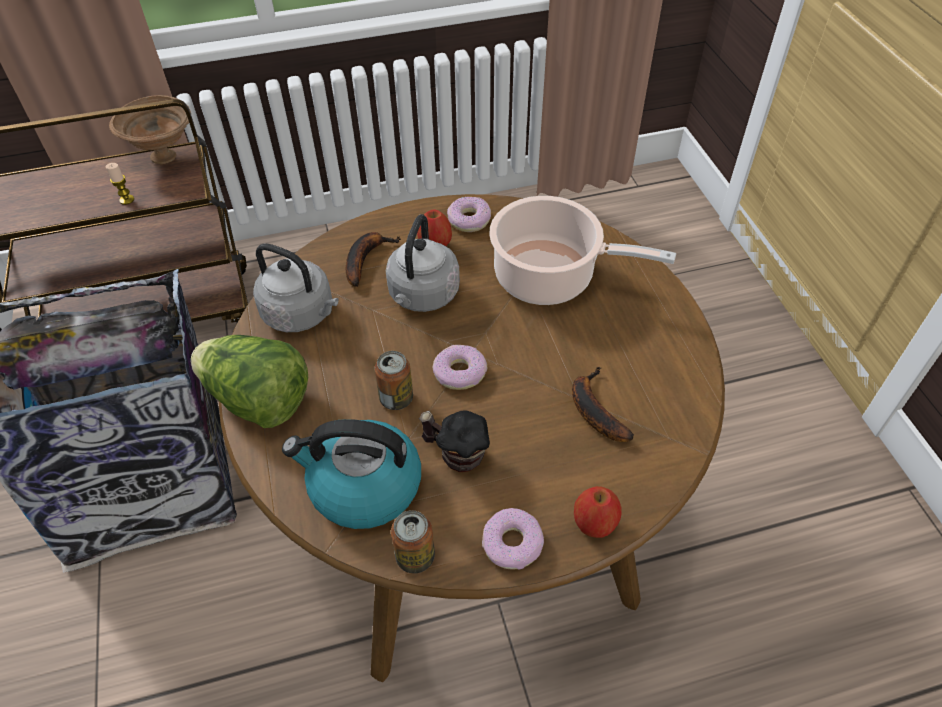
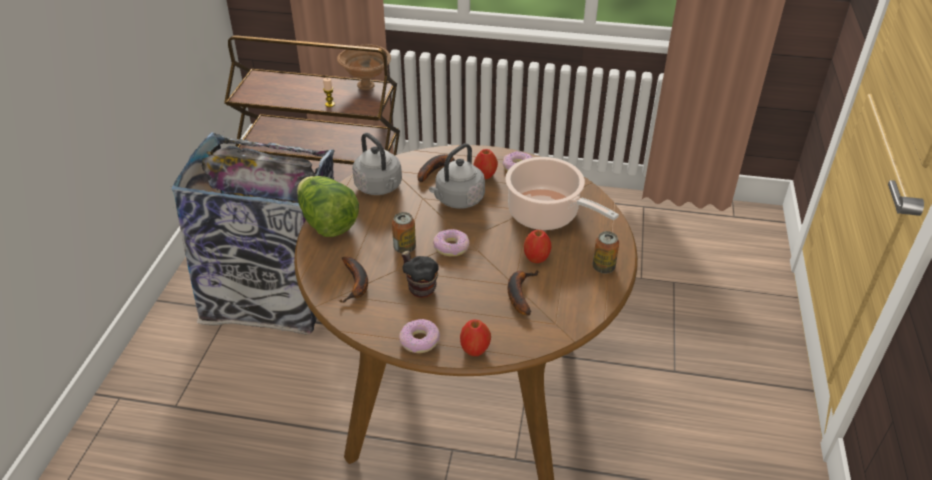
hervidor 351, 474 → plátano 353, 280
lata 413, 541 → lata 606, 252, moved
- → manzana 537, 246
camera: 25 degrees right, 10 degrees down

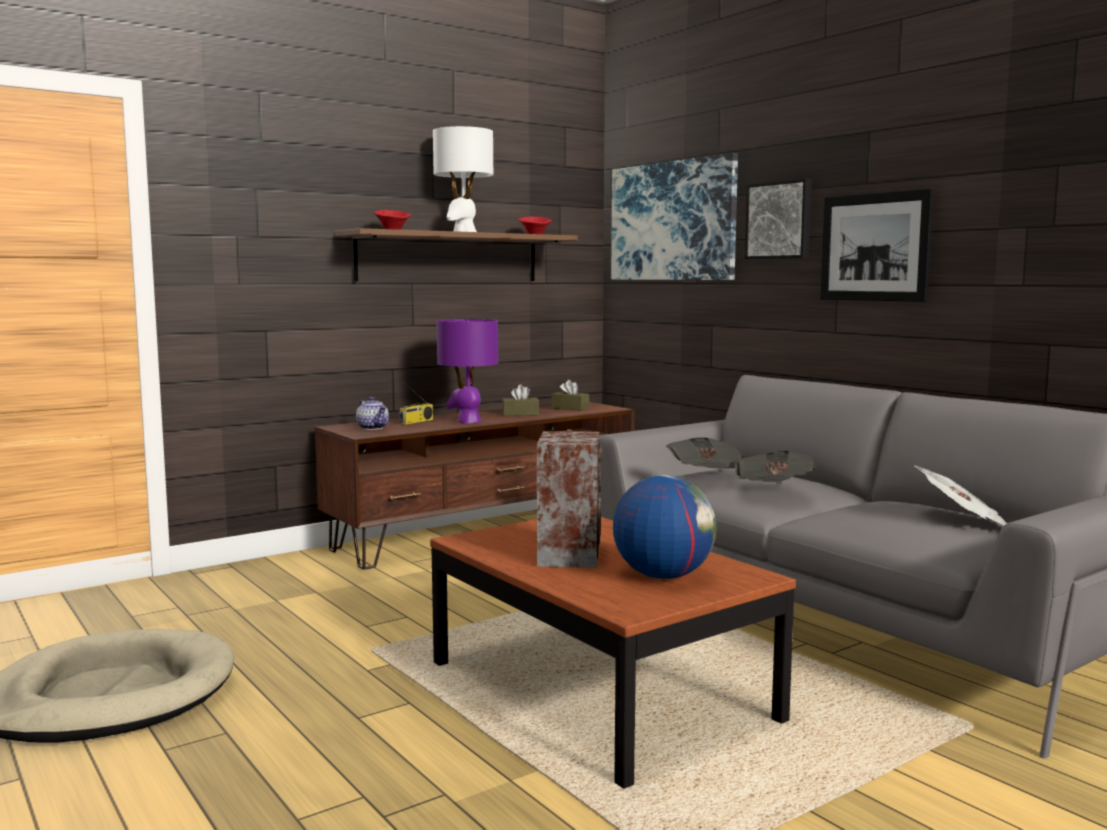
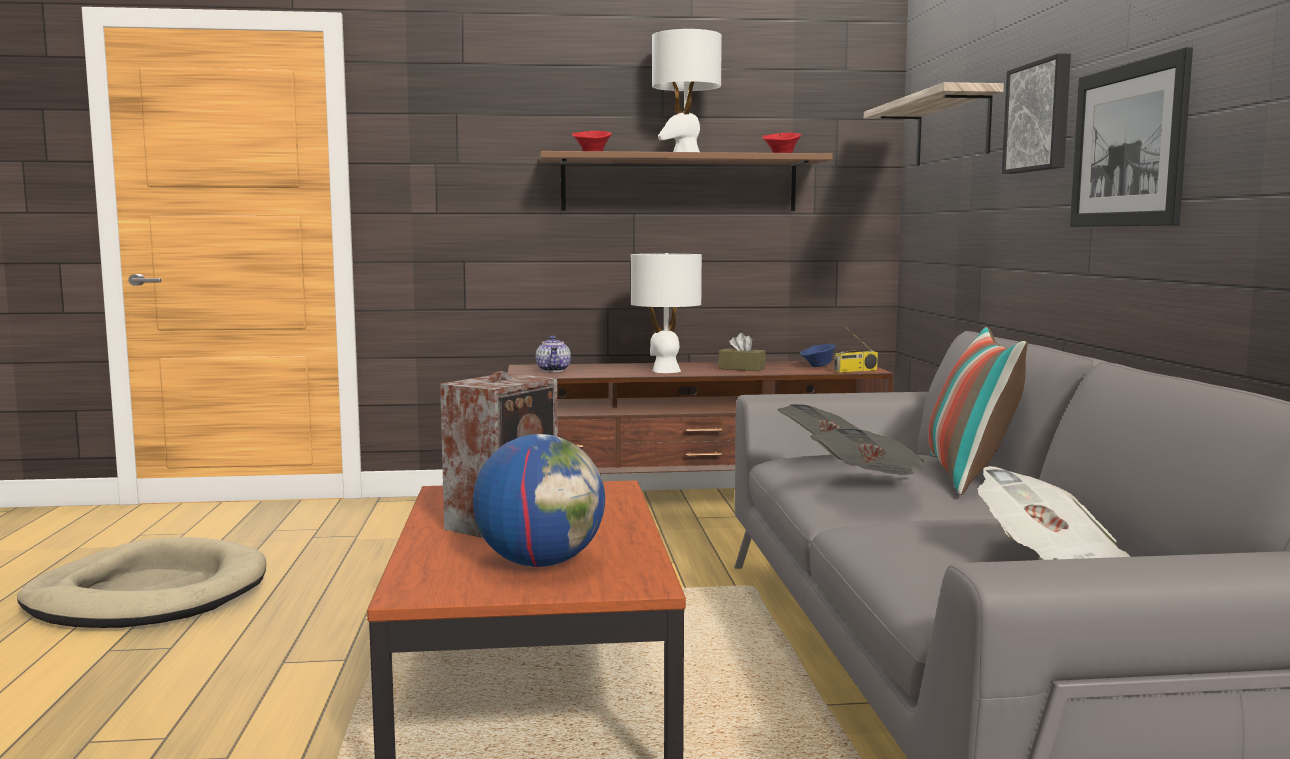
radio 416, 404 → radio 856, 349, moved
lámpara de mesa/morado 467, 371 → lámpara de mesa/blanco 666, 313
caja de pañuelos/marrón 570, 395 → cuenco/azul 818, 355
cuadro 674, 216 → estante 934, 124
- → cojín 978, 410
camera: 30 degrees right, 0 degrees up

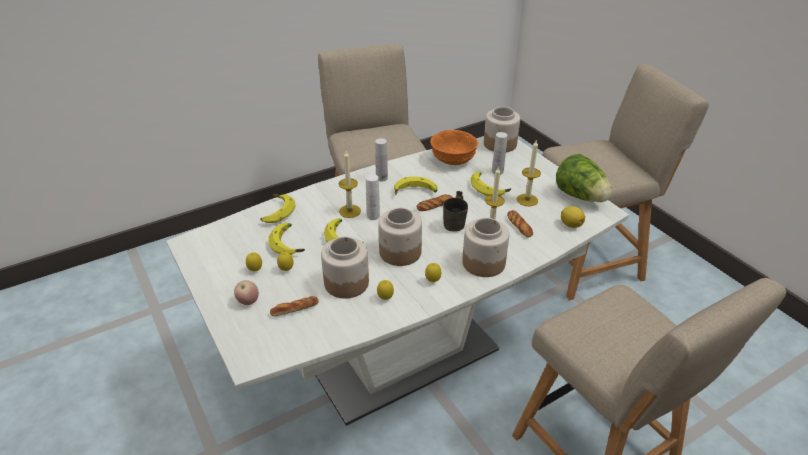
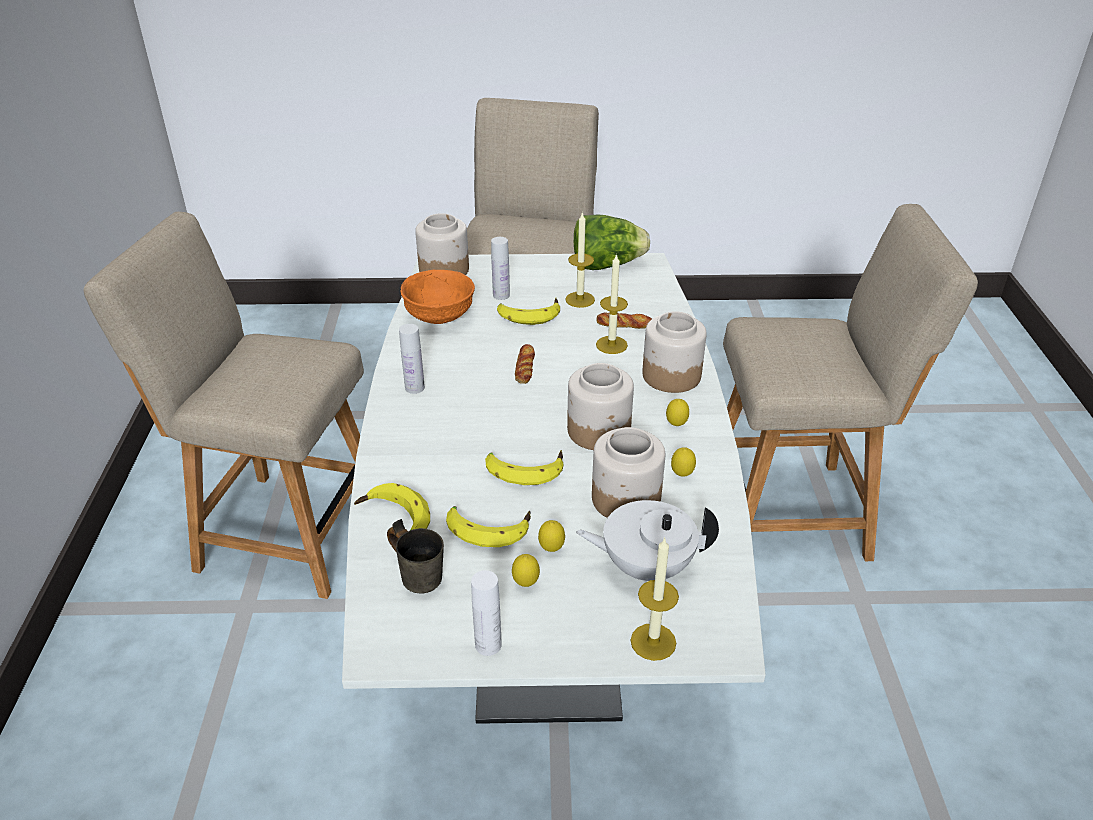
manzana 246, 292 → -
pan 294, 306 → tetera/blanco 647, 540
vela 350, 184 → vela 655, 599, moved
botella/blanco 373, 197 → botella/blanco 486, 613, moved
plátano 416, 185 → -
taza grande/gris 455, 211 → taza grande/gris 415, 556, moved
limón 573, 217 → -
camera: 60 degrees left, 0 degrees up

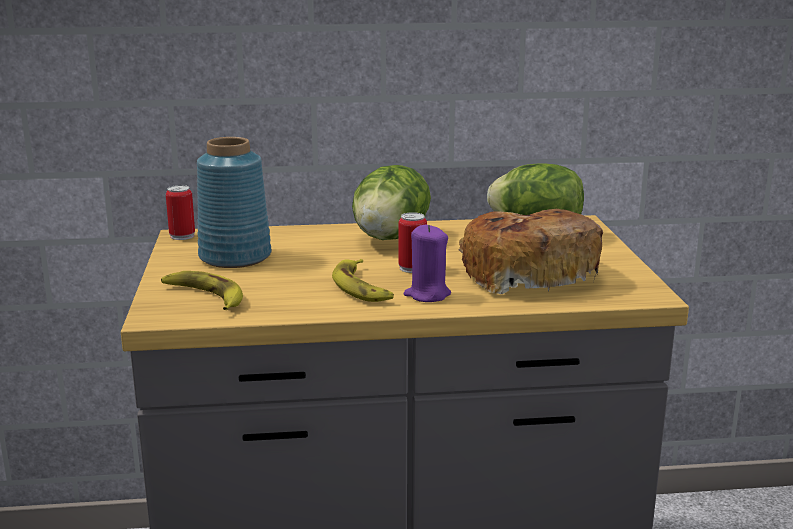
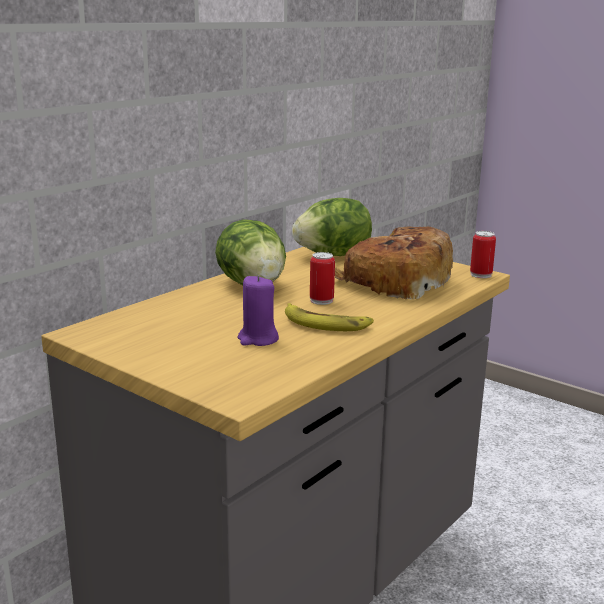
plátano 202, 290 → -
lata 180, 212 → lata 483, 254, moved
florero/azul 234, 202 → -
vela/morado 427, 263 → vela/morado 258, 310, moved
camera: 45 degrees left, 0 degrees up

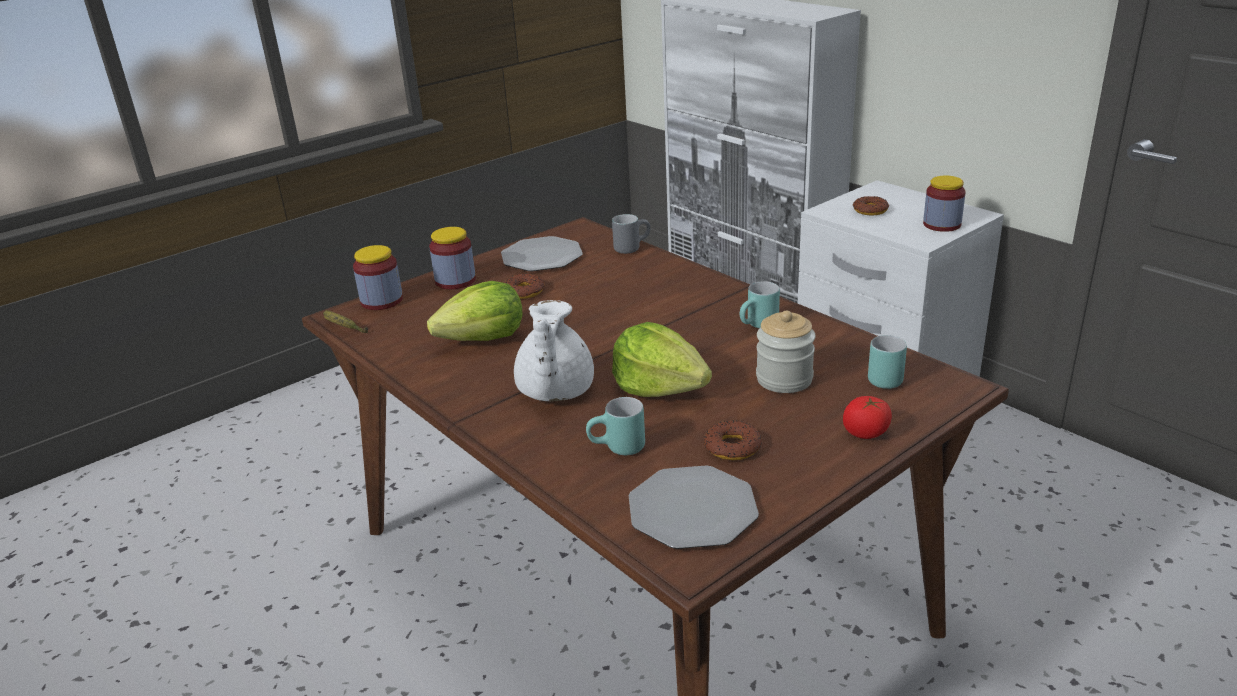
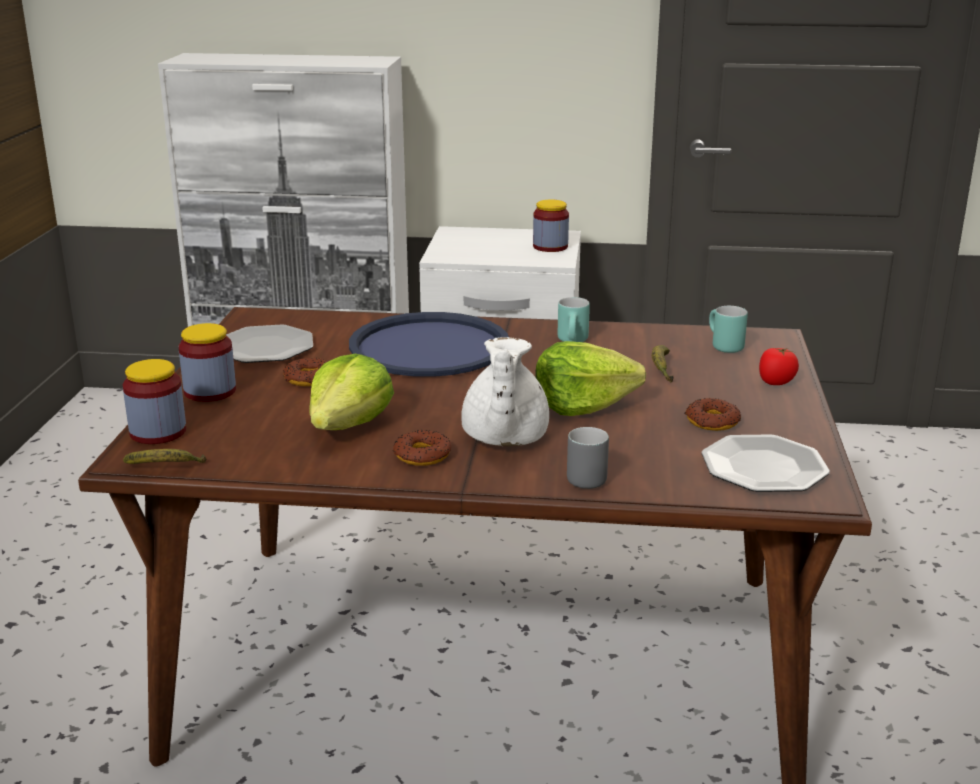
tetera/blanco 554, 350 → tetera/blanco 505, 391, 45 degrees clockwise
taza grande/turquesa 615, 426 → -
taza grande/gris 631, 234 → taza grande/gris 588, 458, moved
tarro 786, 351 → plátano 662, 363
rosquilla 871, 206 → rosquilla 422, 448, moved
- → bandeja/azul 429, 344
camera: 45 degrees left, 5 degrees down

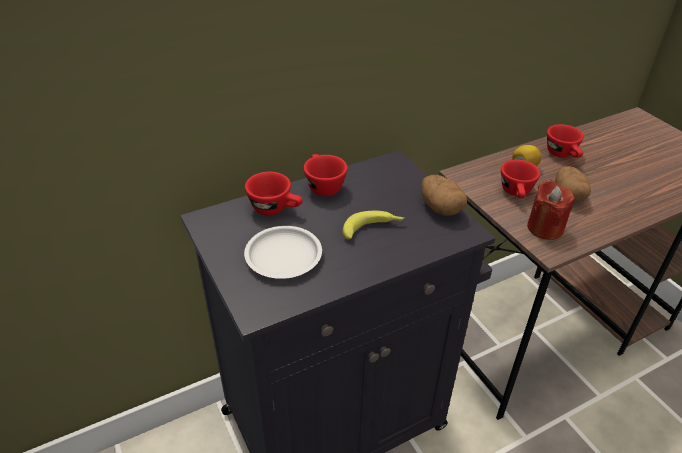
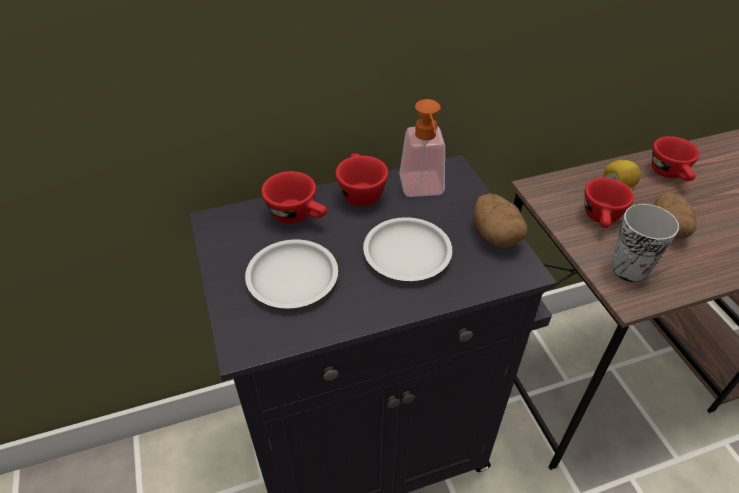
plátano 373, 225 → plato/blanco 407, 249
vela/rojo 551, 210 → taza 645, 243
- → dispensador de jabón 422, 148
camera: 10 degrees right, 5 degrees up

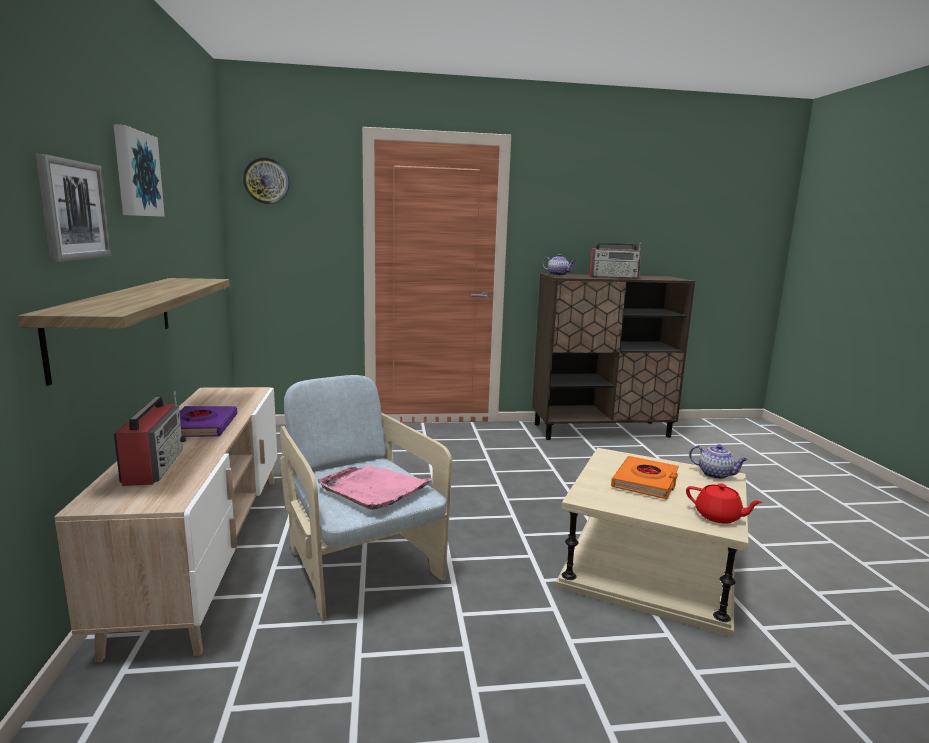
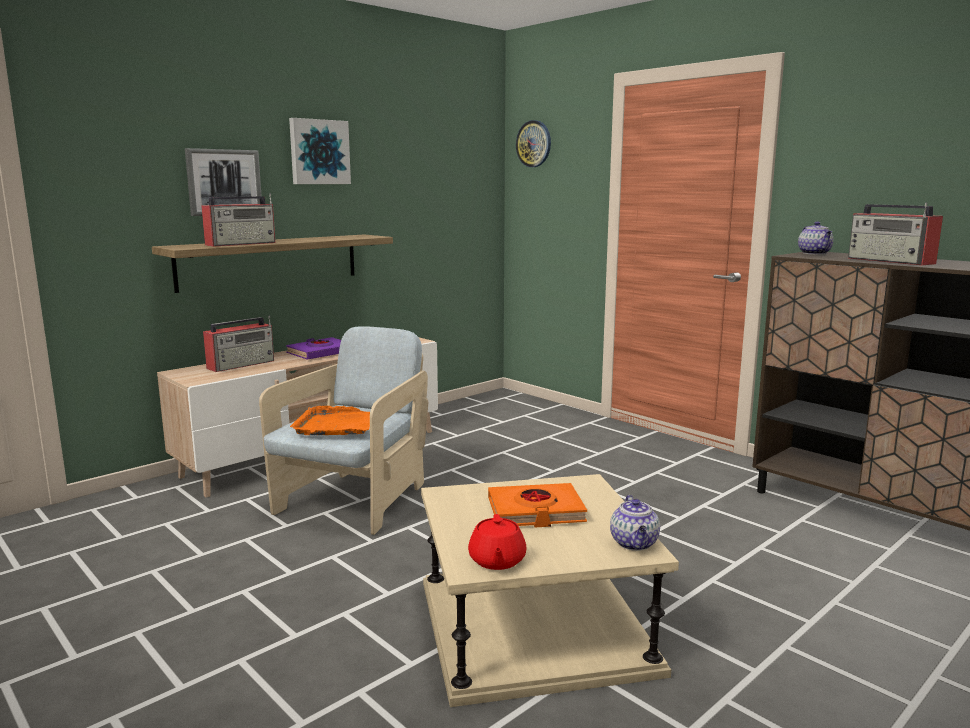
bandeja/rosa 375, 487 → bandeja/naranja 330, 421
- → radio 238, 220
camera: 55 degrees right, 0 degrees up

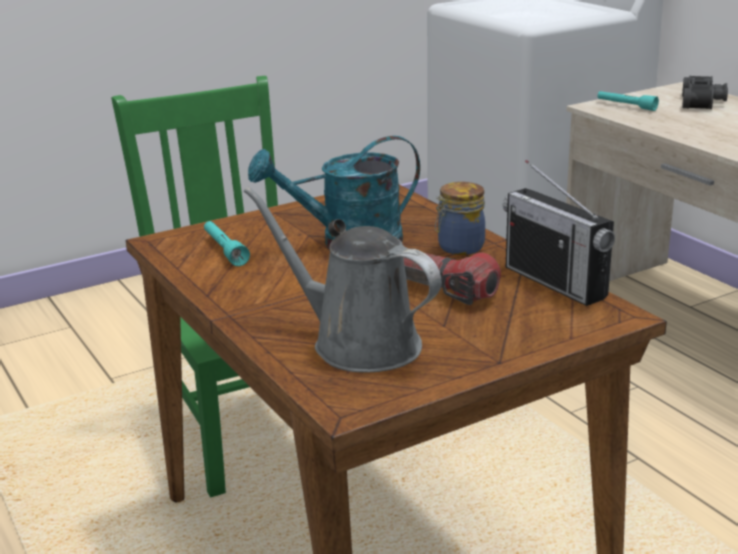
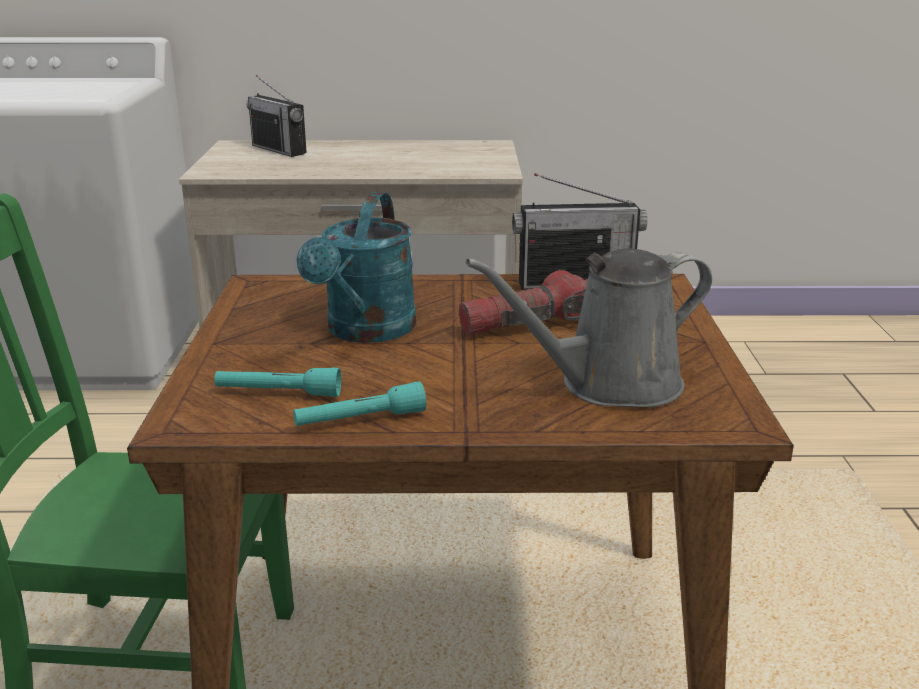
tarro 460, 218 → -
linterna/turquesa 628, 101 → linterna/turquesa 359, 403, moved
prismáticos/negro 705, 92 → radio 276, 116
camera: 60 degrees left, 0 degrees up

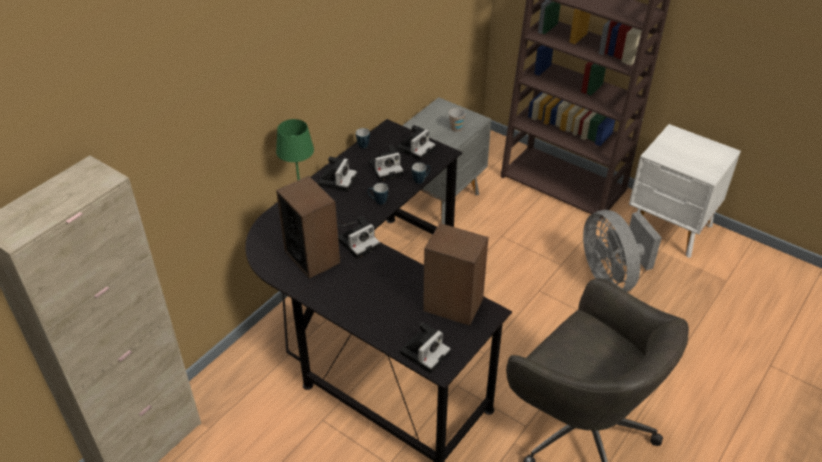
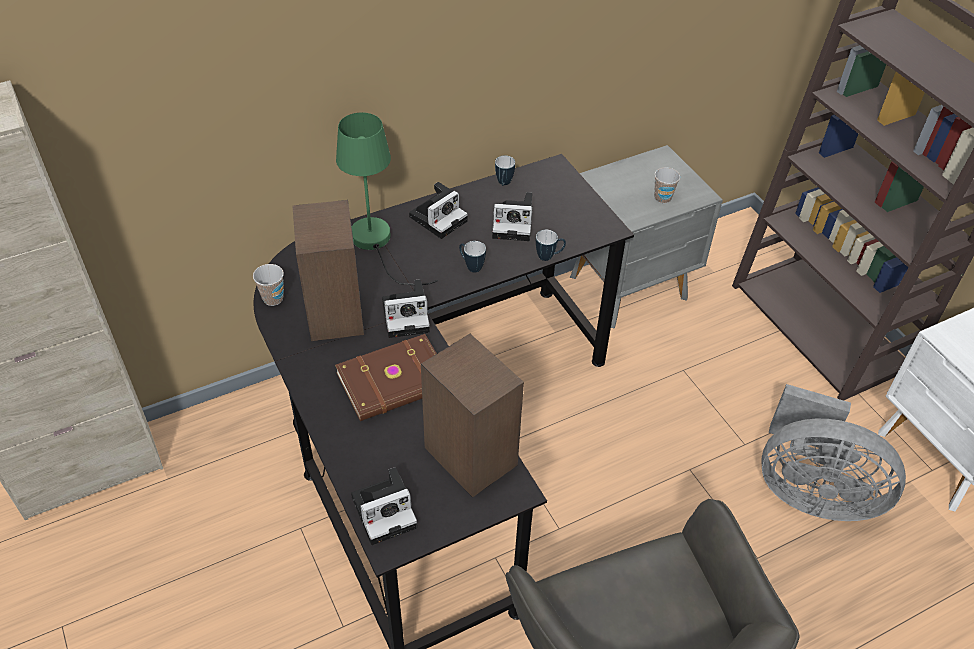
cámara 415, 143 → -
ventilador/gris 622, 251 → ventilador/gris 833, 452, 75 degrees counterclockwise
- → taza 268, 285
- → libro/marrón 386, 377
camera: 25 degrees right, 5 degrees up

